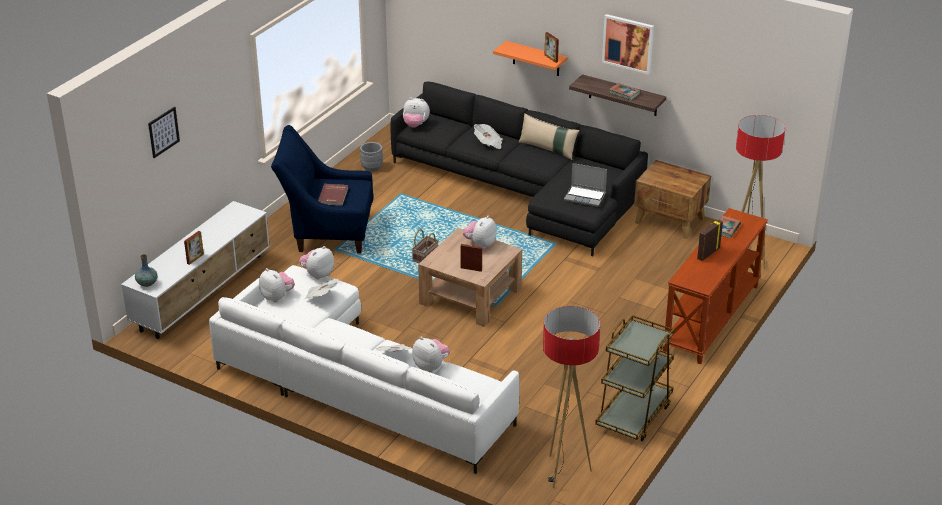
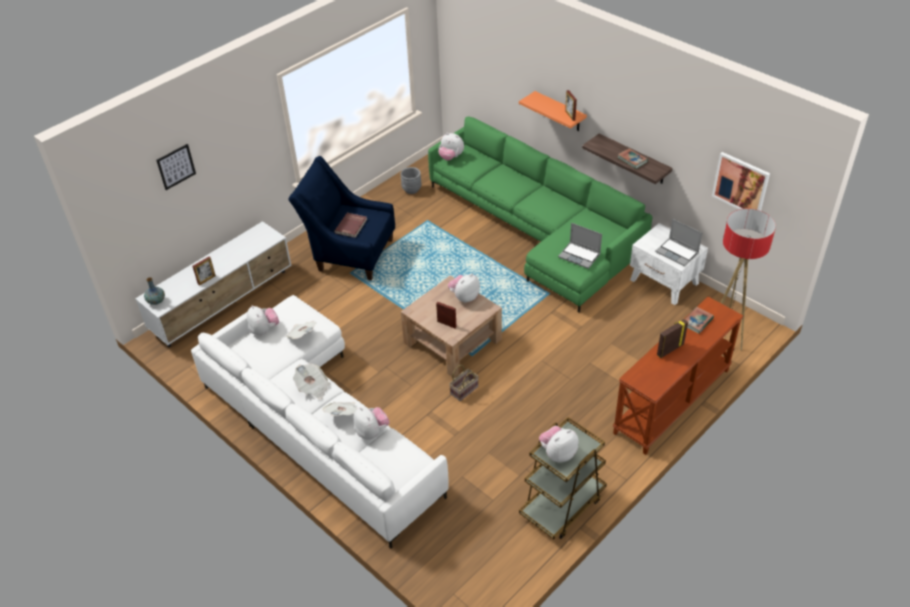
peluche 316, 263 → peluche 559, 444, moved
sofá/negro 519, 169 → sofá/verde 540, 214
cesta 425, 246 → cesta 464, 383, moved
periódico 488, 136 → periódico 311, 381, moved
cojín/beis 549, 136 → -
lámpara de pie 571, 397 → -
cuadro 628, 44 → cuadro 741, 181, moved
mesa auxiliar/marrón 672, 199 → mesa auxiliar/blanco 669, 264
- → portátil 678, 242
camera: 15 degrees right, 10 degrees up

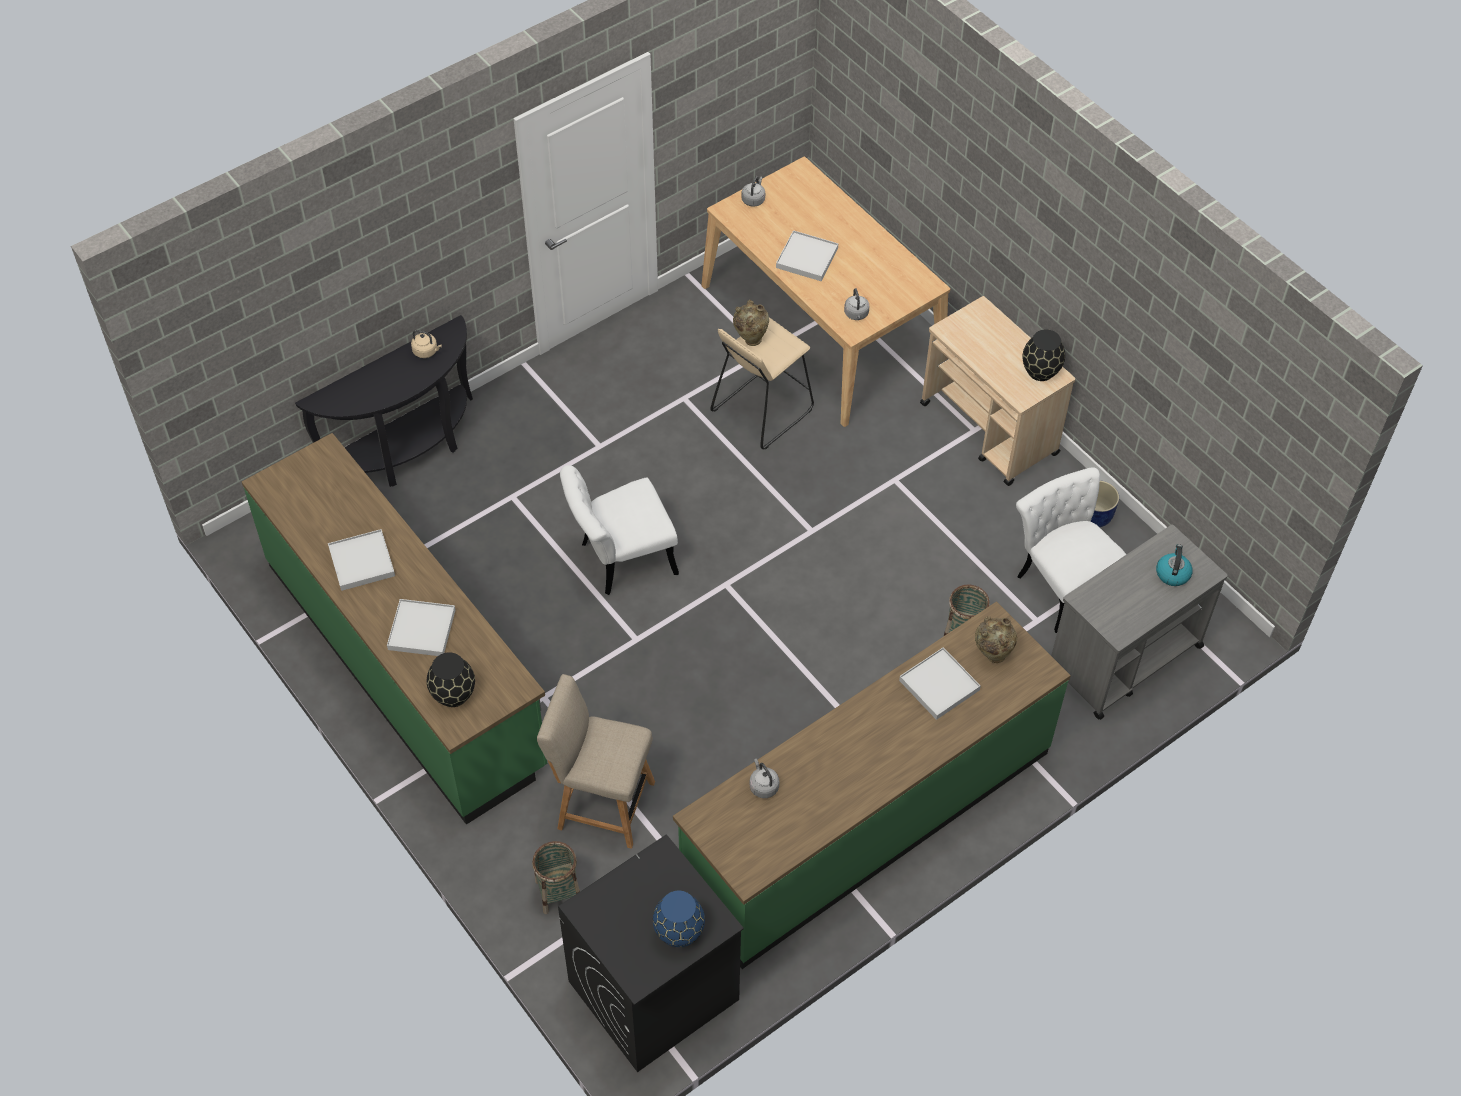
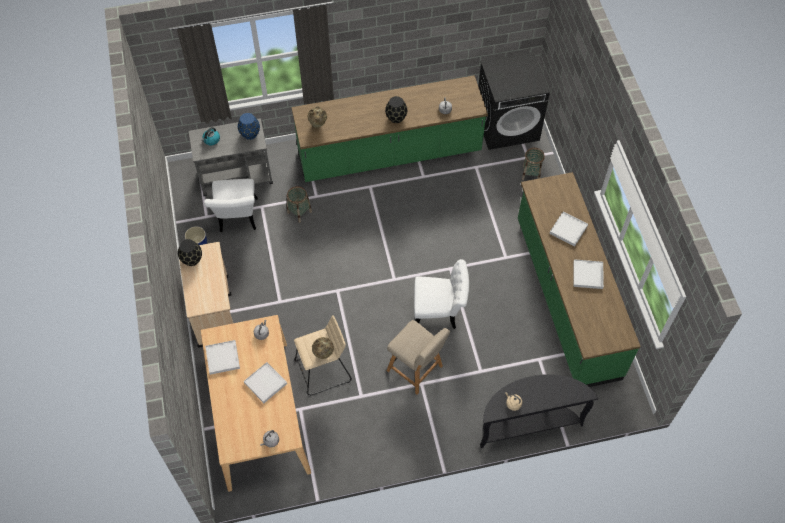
florero/negro 451, 679 → florero/negro 396, 109, moved
silla/beis 596, 761 → silla/beis 418, 357, moved
florero/azul 679, 919 → florero/azul 249, 126, moved
bandeja/blanco 940, 683 → bandeja/blanco 222, 357, moved
camera: 155 degrees left, 5 degrees up

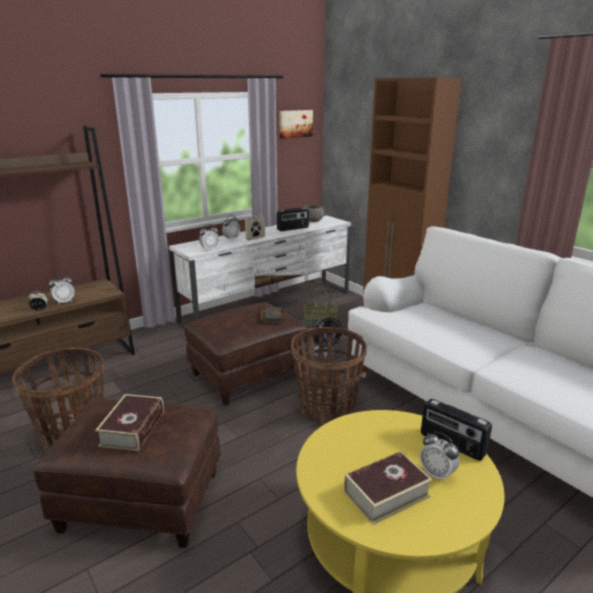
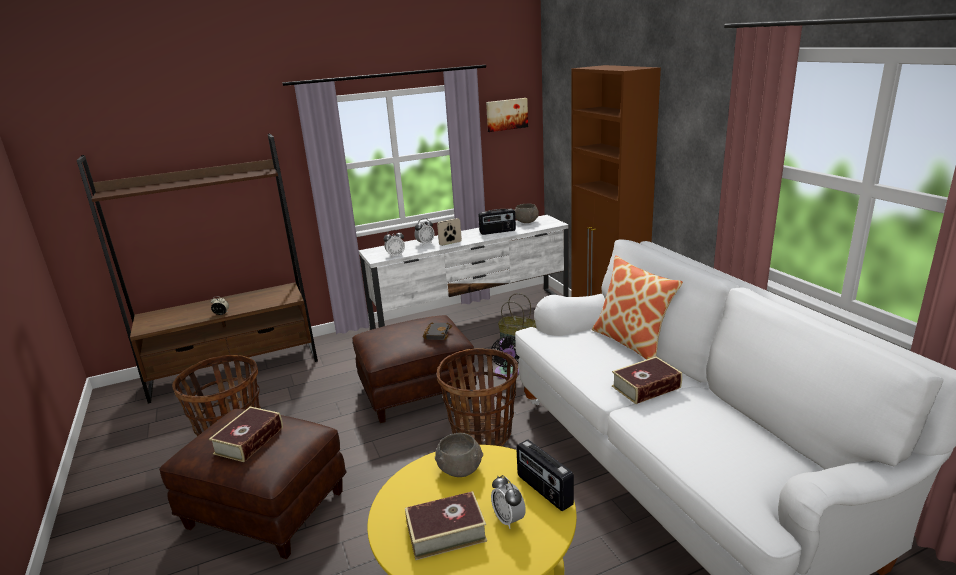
despertador 62, 289 → -
- → cuenco/gris 459, 455
- → cojín 637, 307
- → libro 647, 380
camera: 15 degrees right, 0 degrees up

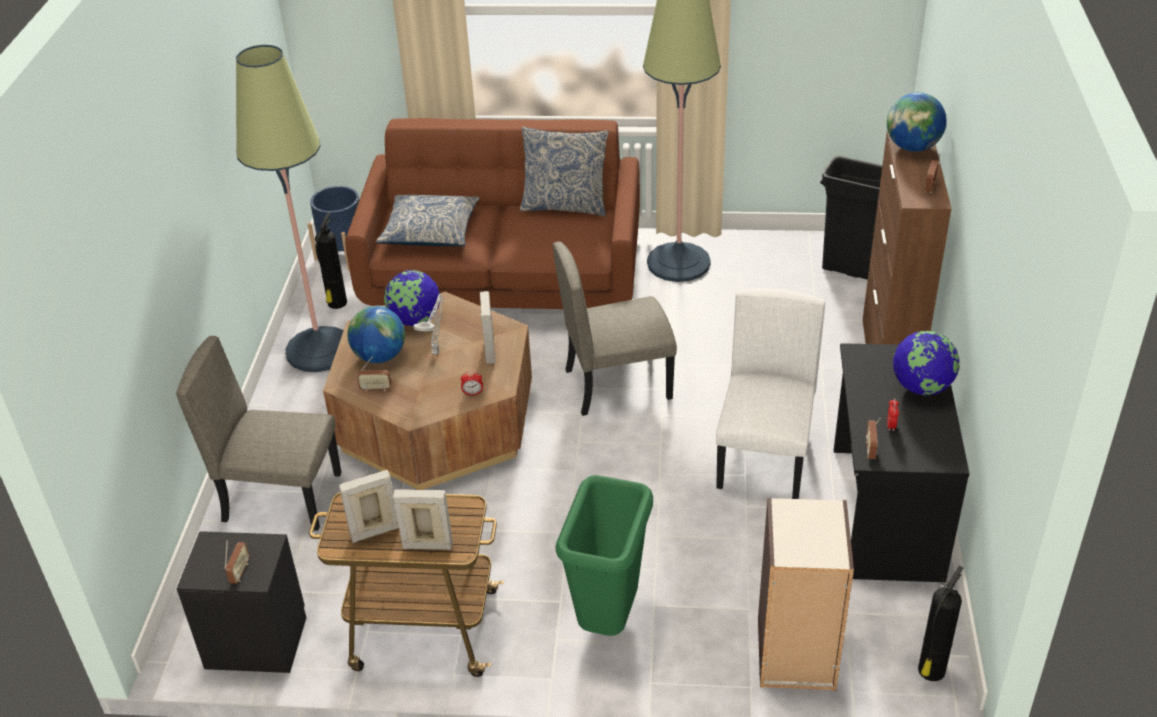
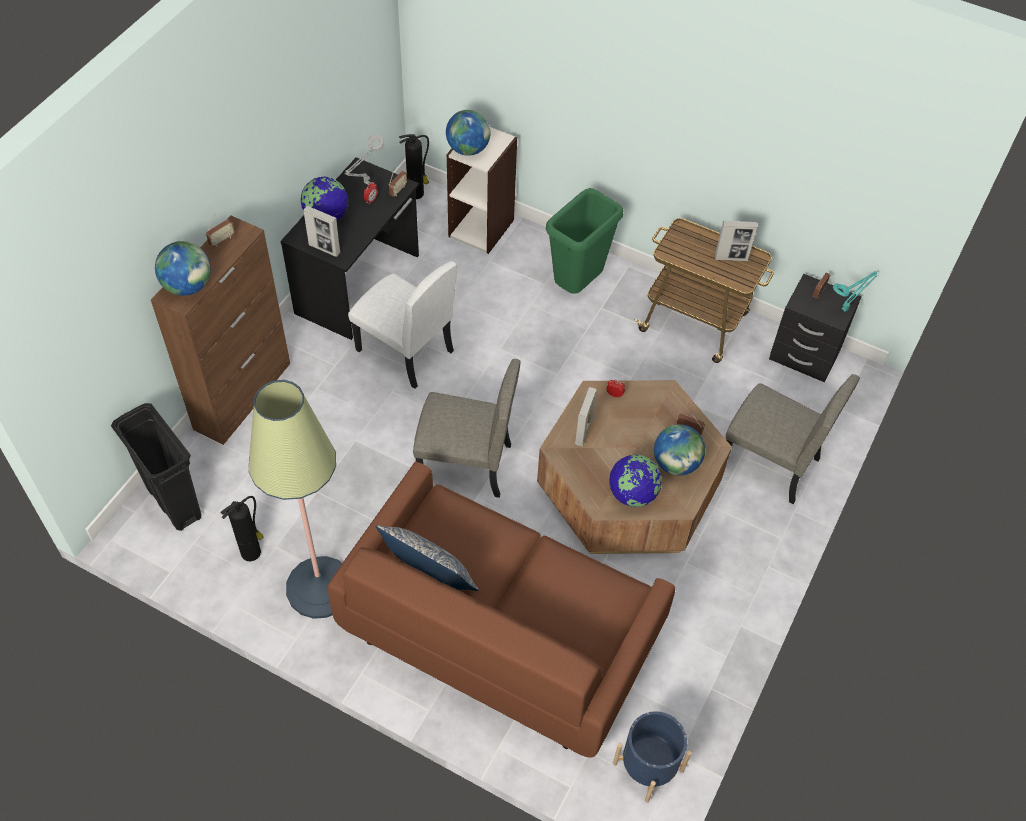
lámpara de pie 290, 208 → -
extintor 331, 260 → extintor 242, 529, moved
cojín 428, 220 → -
portarretratos 423, 519 → portarretratos 321, 231, moved
lámpara de mesa/gris 428, 324 → lámpara de mesa/gris 364, 159, moved
silla/blanco 770, 393 → silla/blanco 402, 325, 90 degrees counterclockwise
- → globo terráqueo 468, 133
- → lámpara de mesa/turquesa 855, 291
camera: 160 degrees left, 15 degrees up

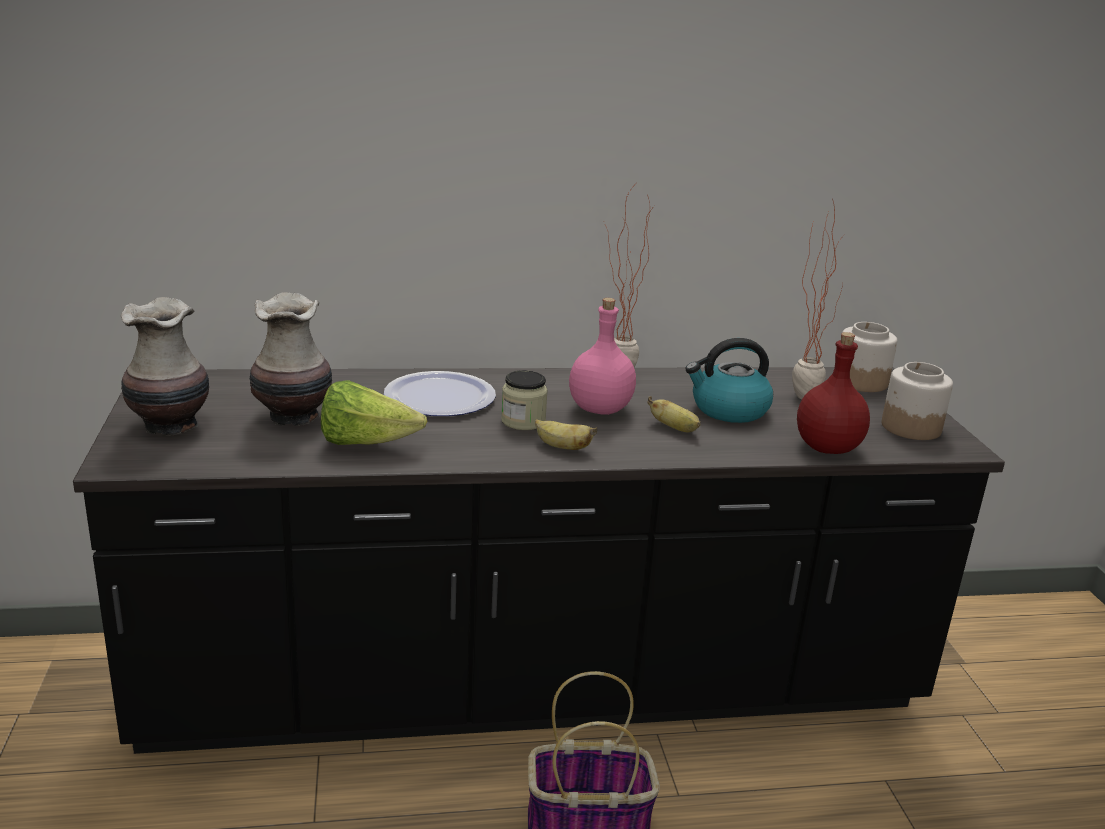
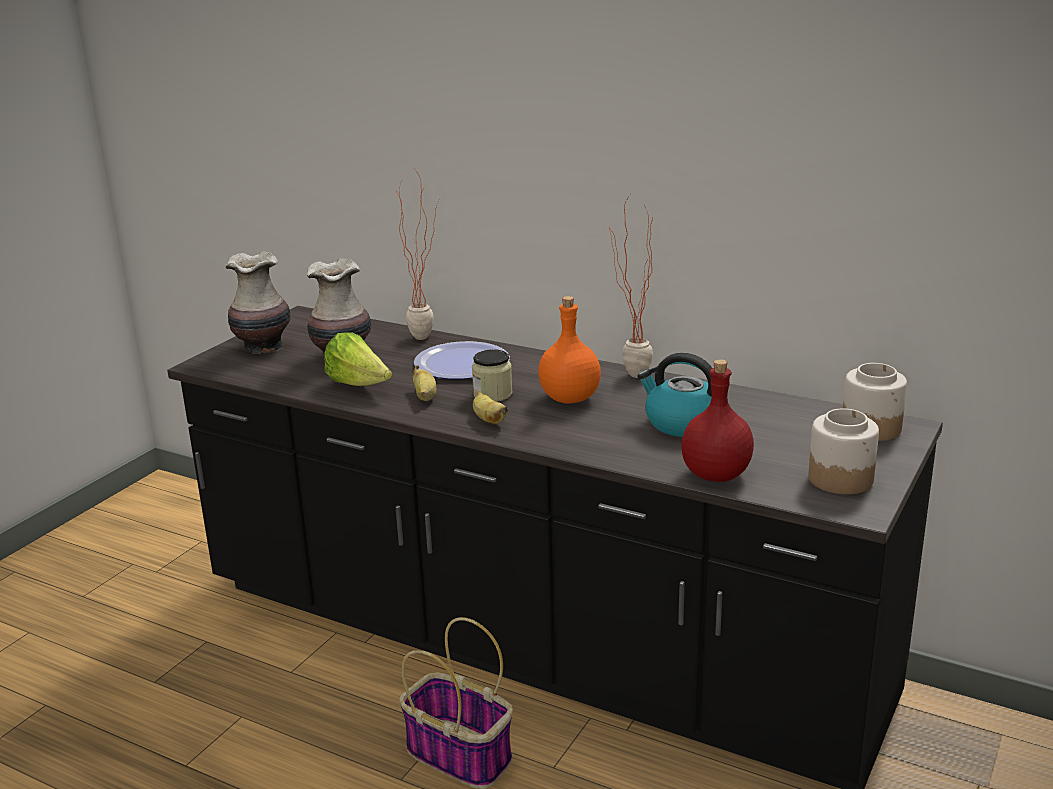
botella/rosa 602, 356 → botella/naranja 569, 350
plátano 674, 414 → plátano 424, 383, moved
planta en maceta 817, 299 → planta en maceta 417, 253, moved
camera: 40 degrees right, 0 degrees up

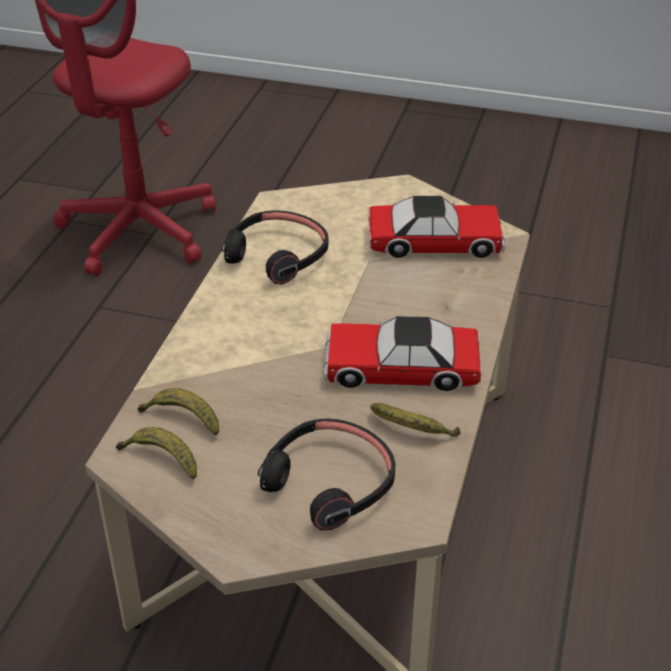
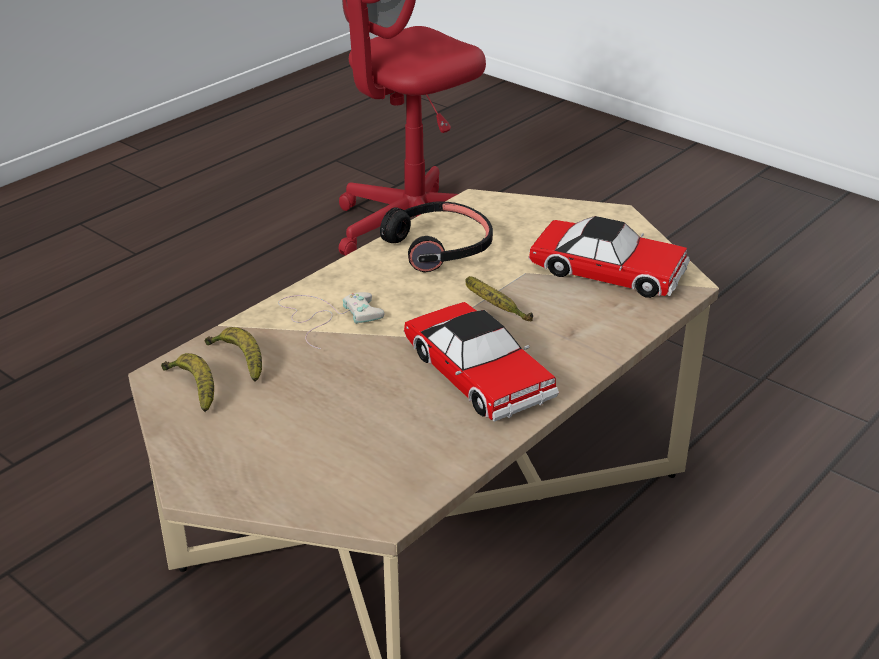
auriculares/negro 326, 474 → -
coche de juguete 402, 353 → coche de juguete 481, 362, 150 degrees counterclockwise
plátano 415, 420 → plátano 499, 299, moved
- → mando de consola/blanco 331, 320
camera: 25 degrees right, 5 degrees down

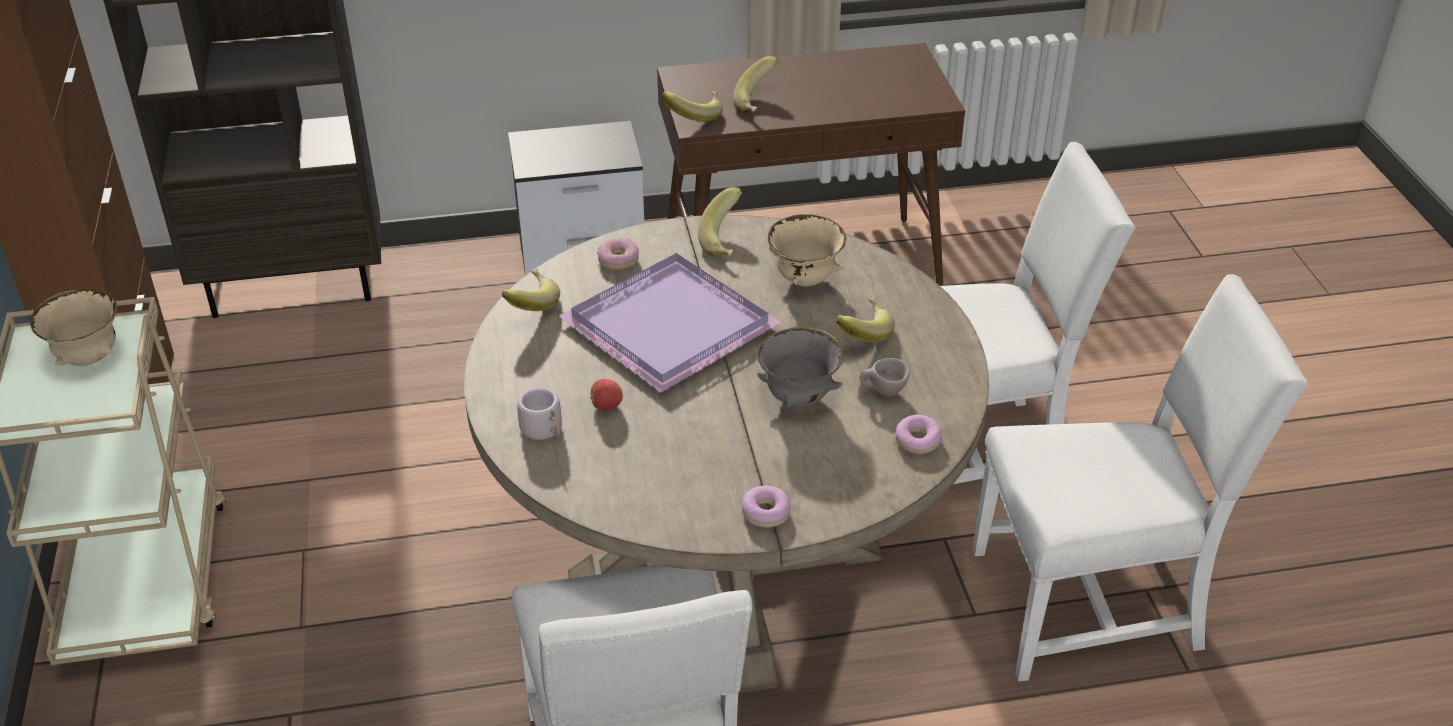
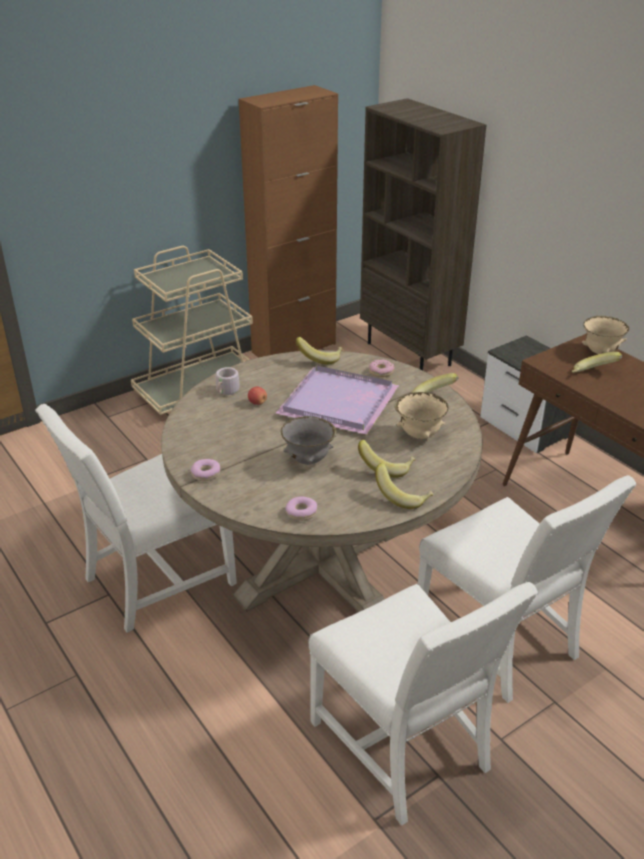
cuenco/beis 73, 327 → cuenco/beis 605, 335, moved
plátano 692, 106 → plátano 404, 486, moved
taza/beis 884, 377 → -
camera: 65 degrees right, 5 degrees down

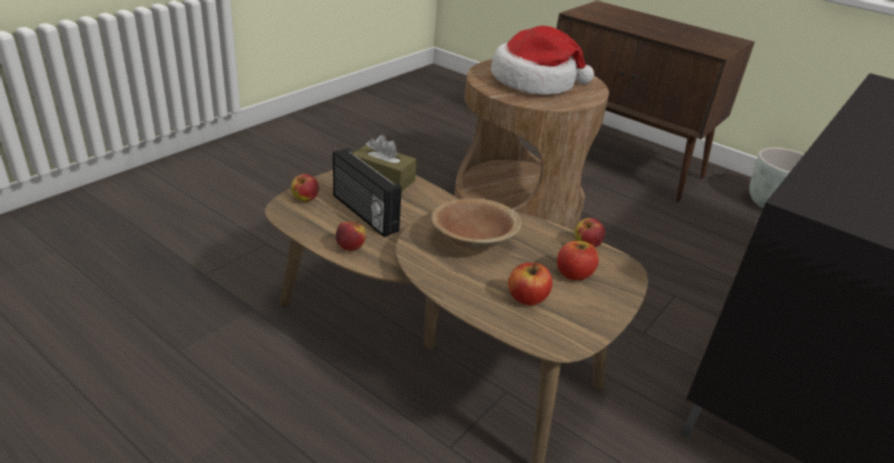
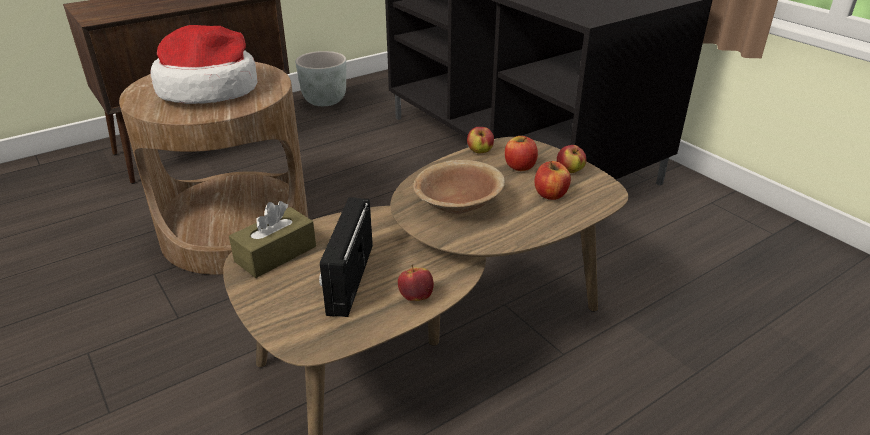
manzana 305, 188 → manzana 572, 159, moved
radio 367, 192 → radio 346, 257, 120 degrees clockwise
camera: 70 degrees left, 0 degrees up

